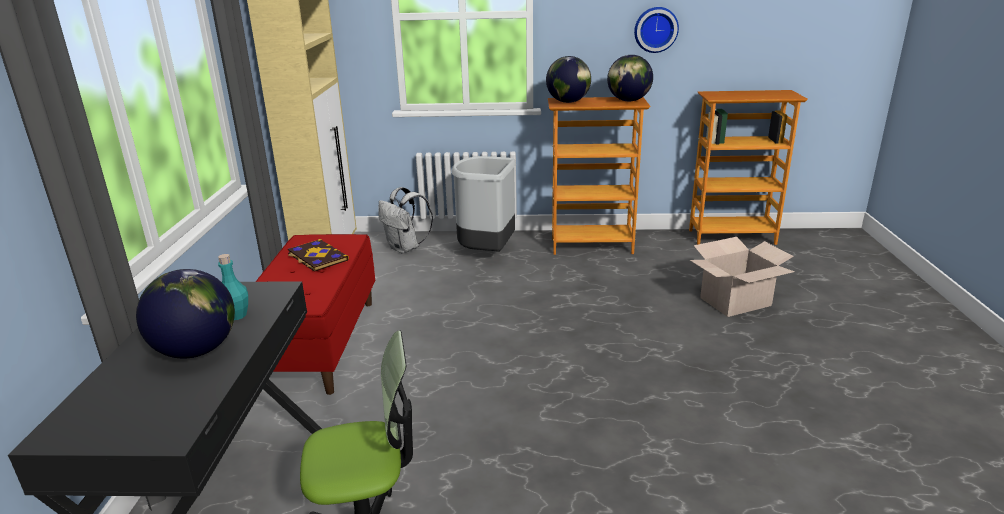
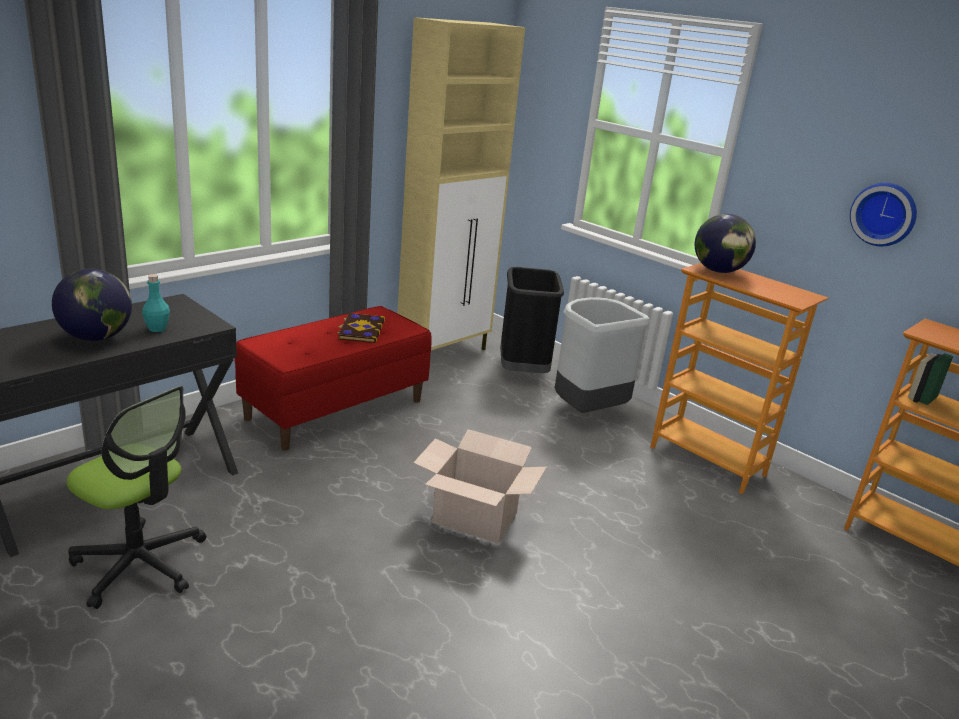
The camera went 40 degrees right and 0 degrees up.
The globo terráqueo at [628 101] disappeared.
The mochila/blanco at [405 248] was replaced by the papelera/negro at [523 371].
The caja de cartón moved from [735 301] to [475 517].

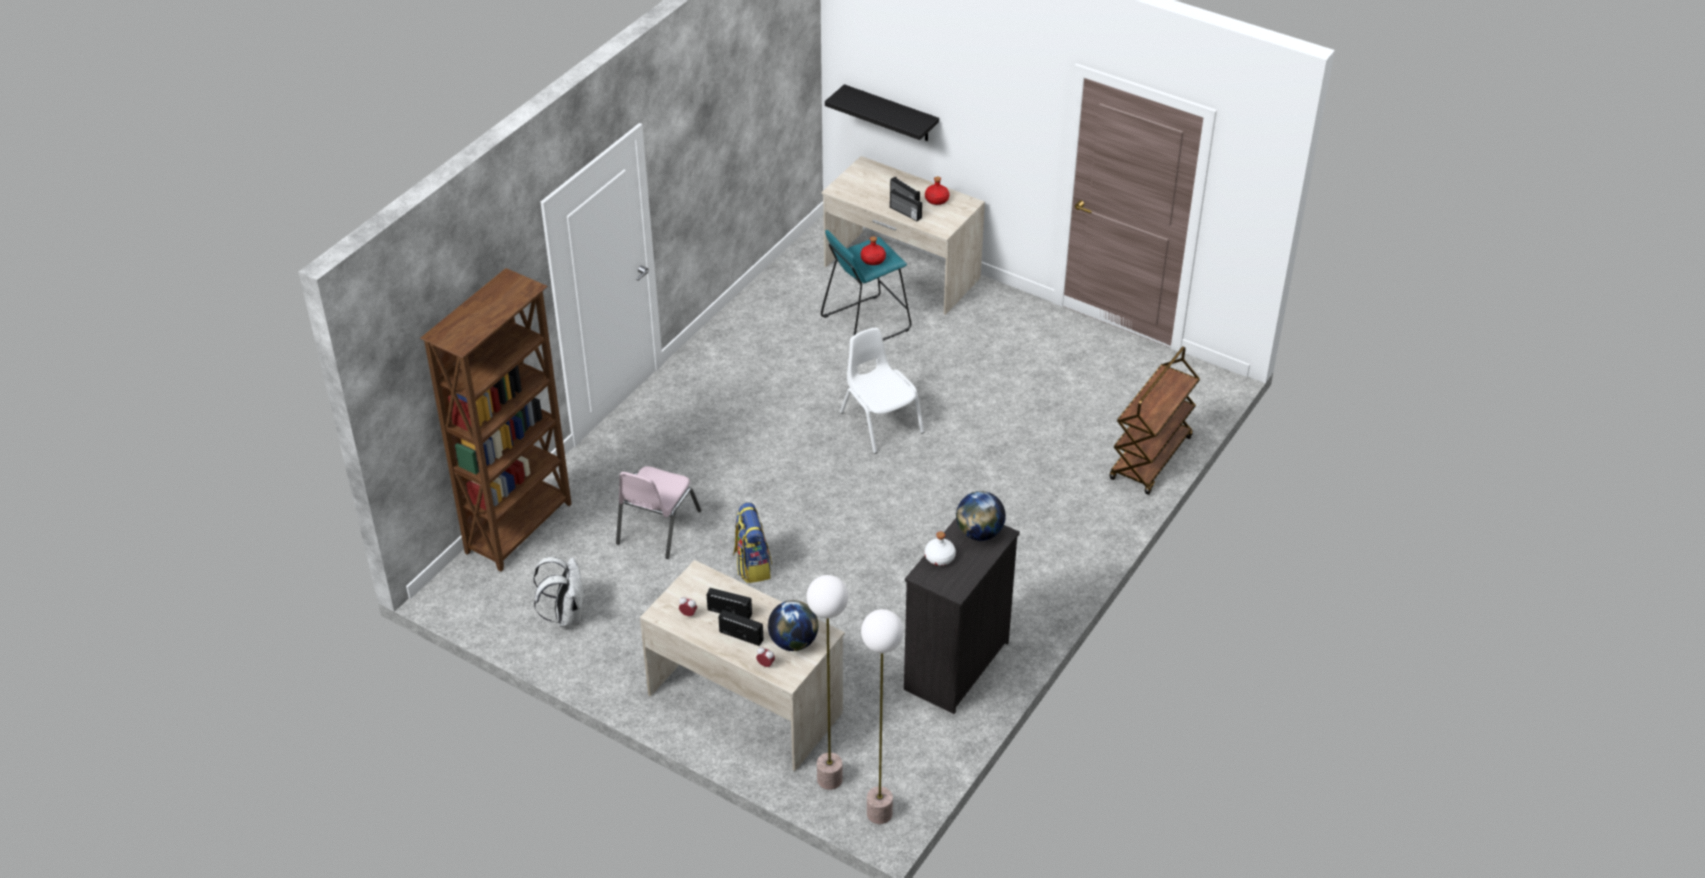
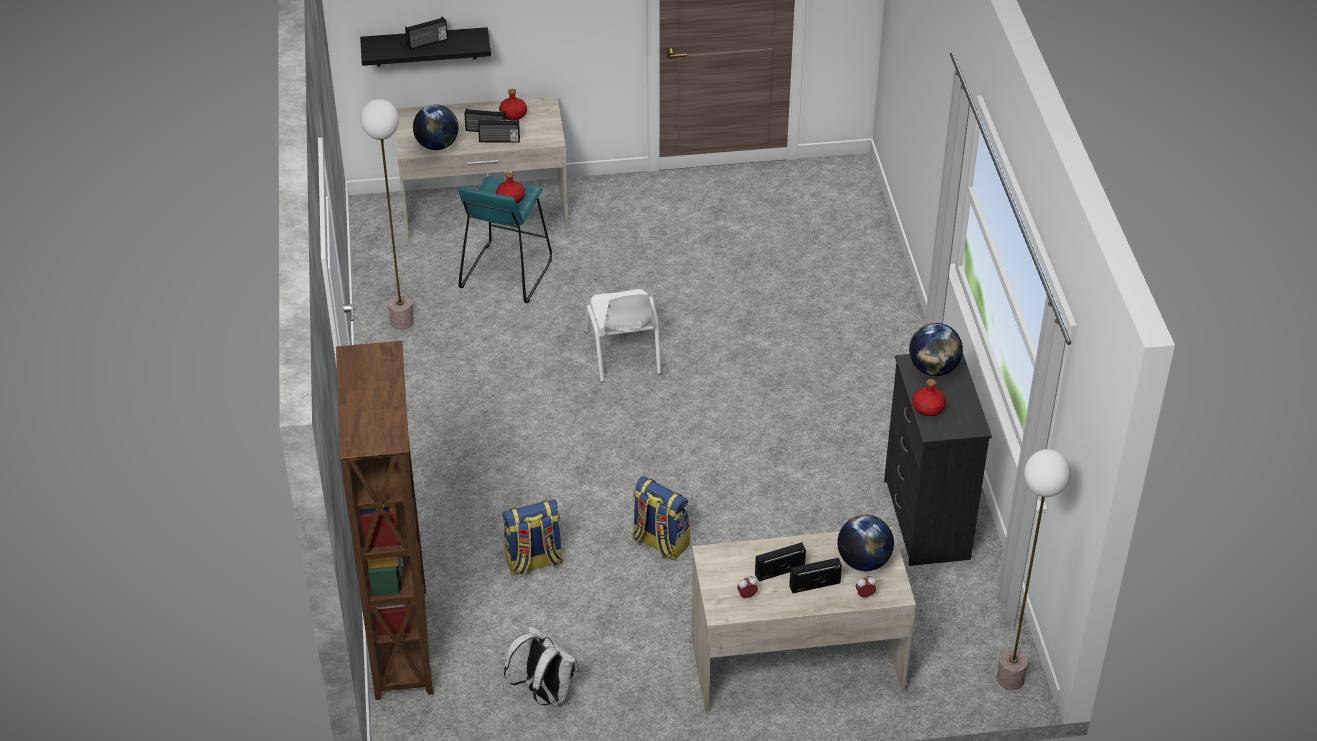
The camera went 40 degrees left and 0 degrees up.
The silla/blanco at [880 422] turned 120 degrees counterclockwise.
The carrito/marrón at [1151 459] disappeared.
The silla/rosa at [657 527] was replaced by the mochila at [533 562].
The botella/blanco at [939 557] became the botella/rojo at [928 408].
The lámpara de pie moved from [830 779] to [402 321].
The radio at [427 43] appeared.
The globo terráqueo at [437 145] appeared.

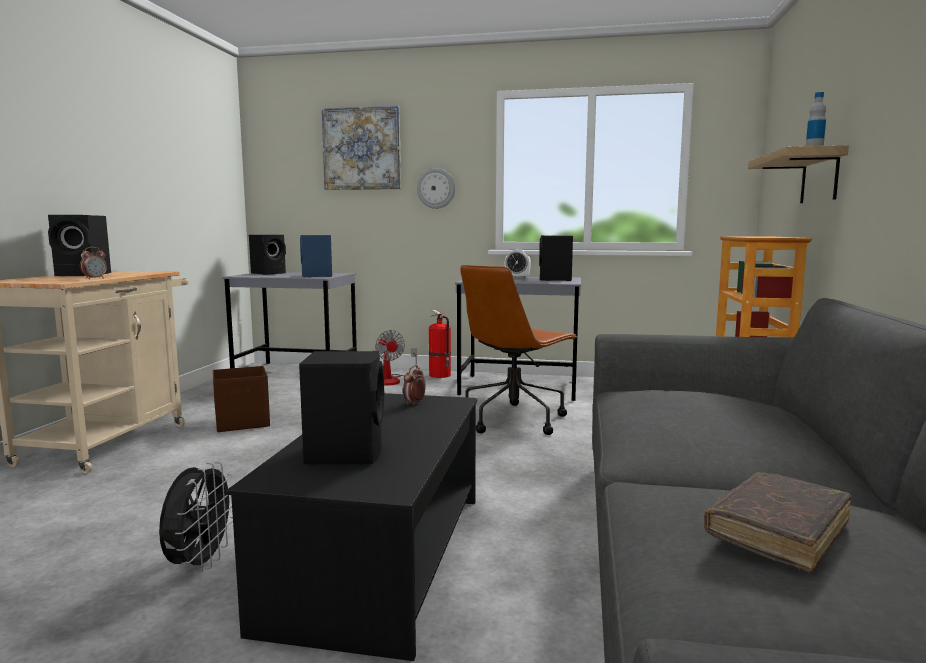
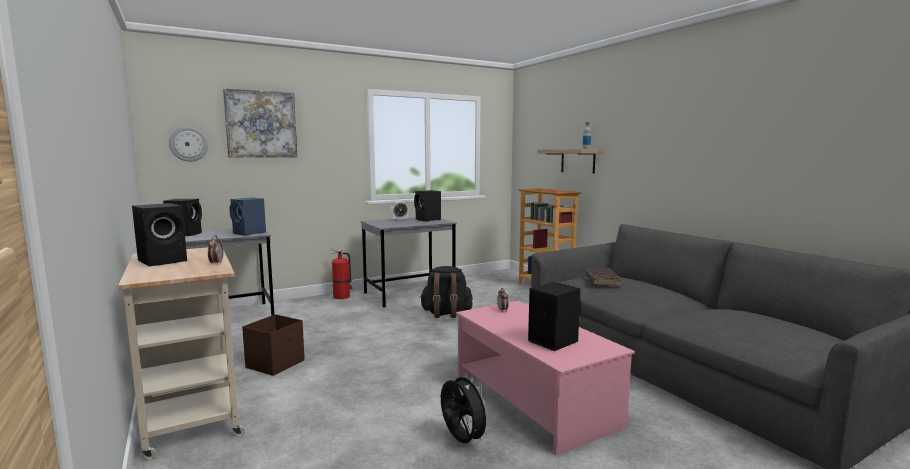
The camera went 40 degrees left and 0 degrees up.
The reloj de pared moved from [436 188] to [188 144].
The silla de oficina/marrón at [514 419] was replaced by the mochila/negro at [446 314].
The ventilador at [393 380] disappeared.
The mesa de centro/negro at [380 557] became the mesa de centro/rosa at [534 400].
The libro/marrón moved from [778 531] to [602 281].

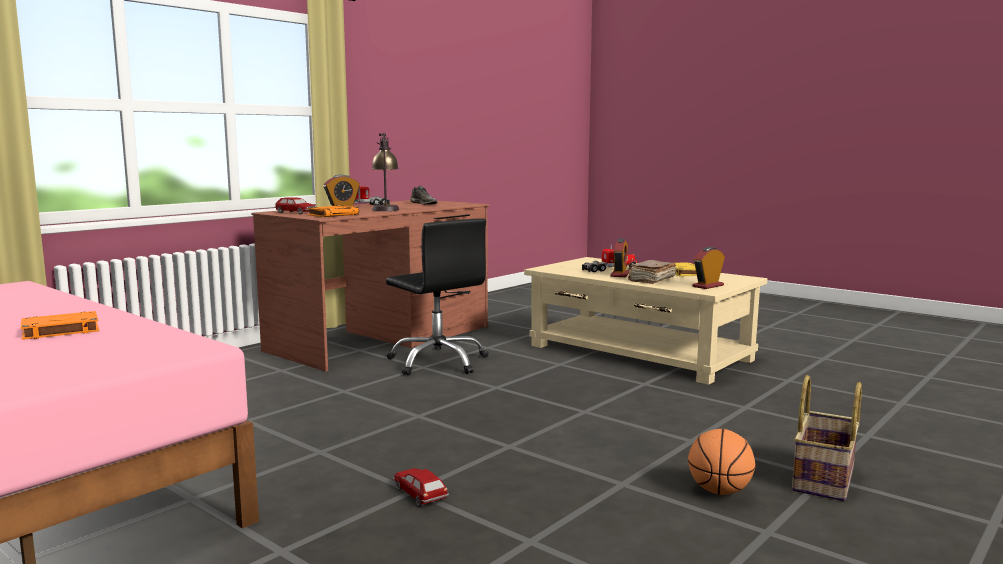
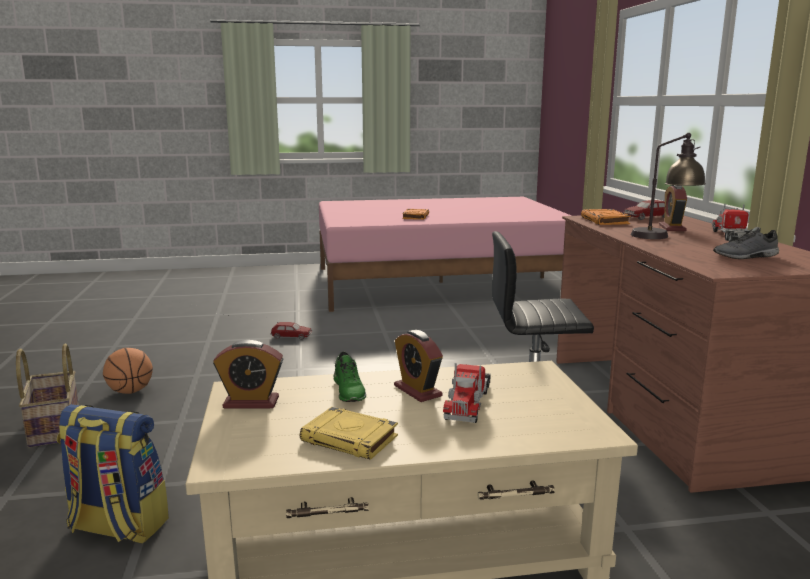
The camera went 130 degrees right and 5 degrees up.
The despertador at [708 286] turned 90 degrees clockwise.
The libro/marrón at [651 280] was replaced by the zapato/verde at [350 391].
The mochila at [117 527] appeared.

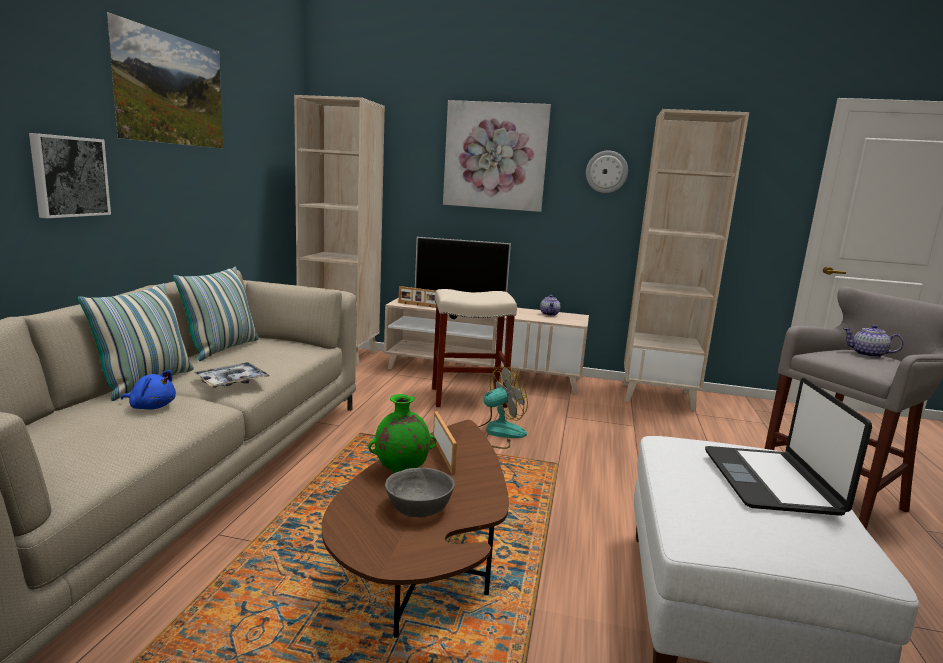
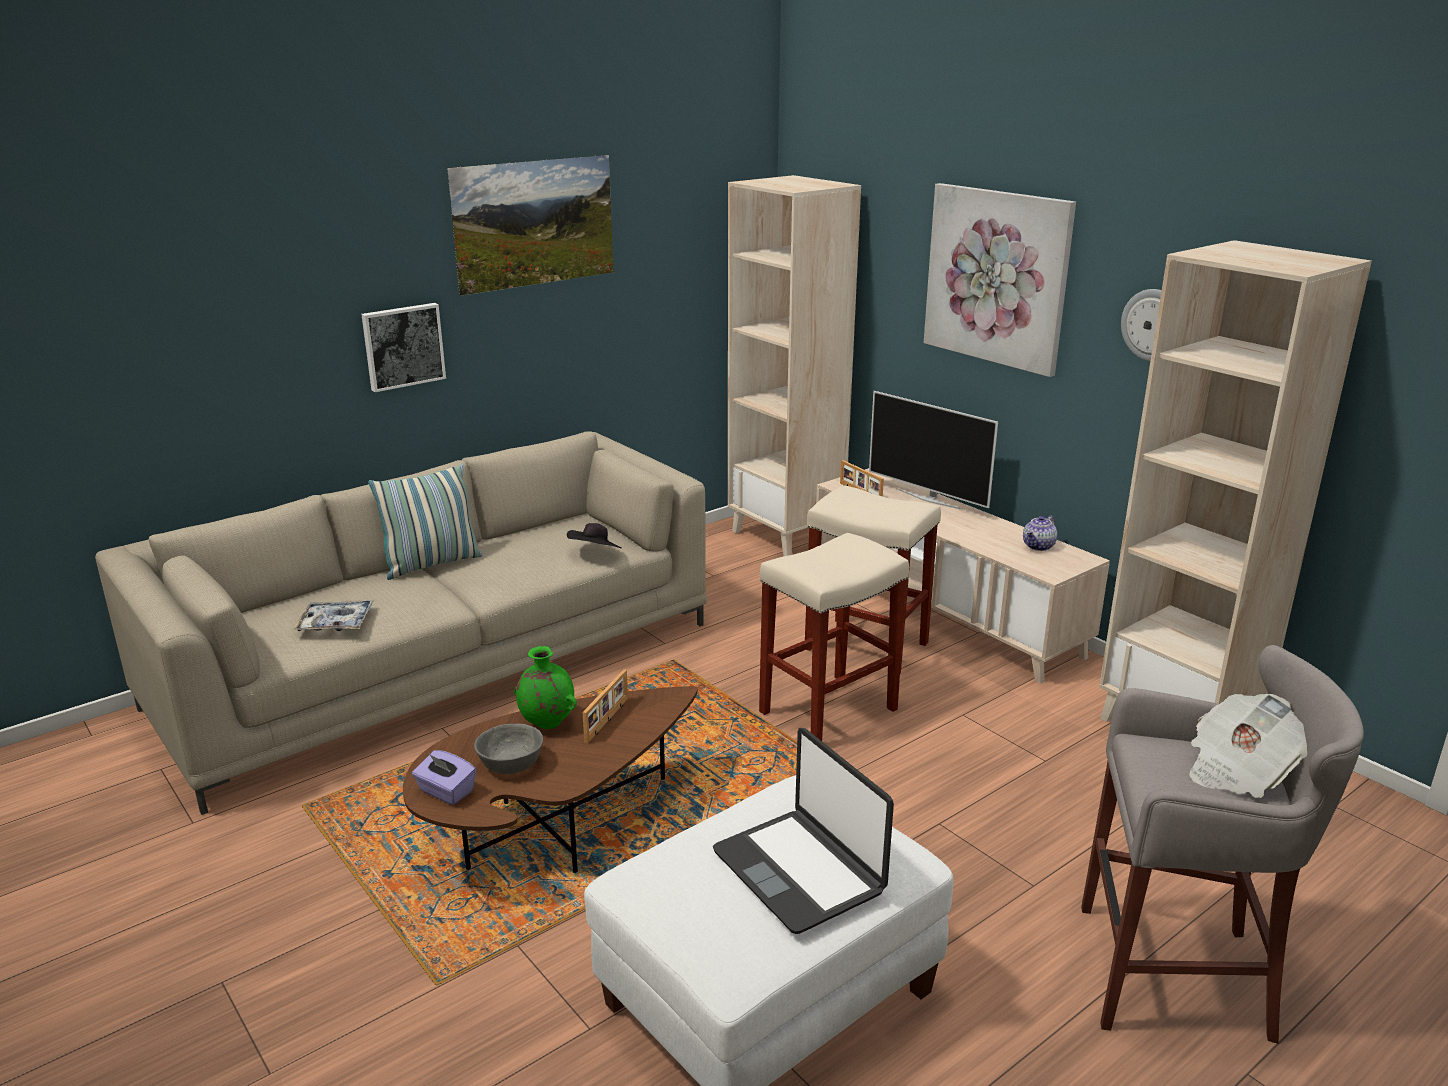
The camera went 40 degrees right and 10 degrees up.
The cojín at [222 349] disappeared.
The tetera at [867 354] was replaced by the periódico at [1238 770].
The bandeja moved from [232 381] to [335 623].
The ventilador at [497 433] was replaced by the taburete/beis at [829 709].
The peluche/azul at [151 407] disappeared.
The portátil at [771 481] turned 75 degrees counterclockwise.
The sombrero/negro at [595 553] appeared.
The caja de pañuelos/morado at [446 792] appeared.

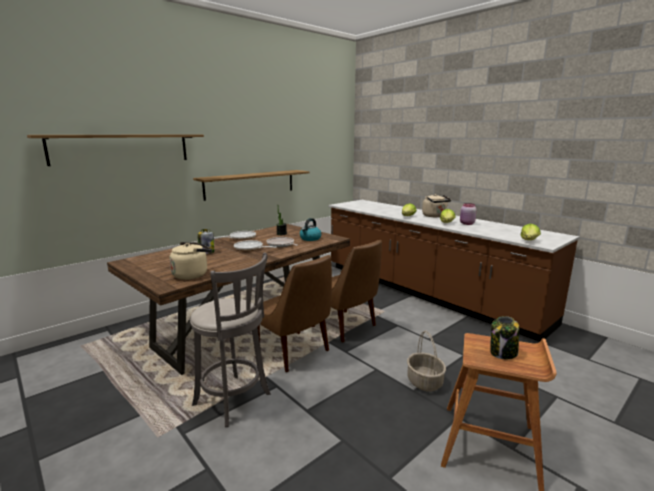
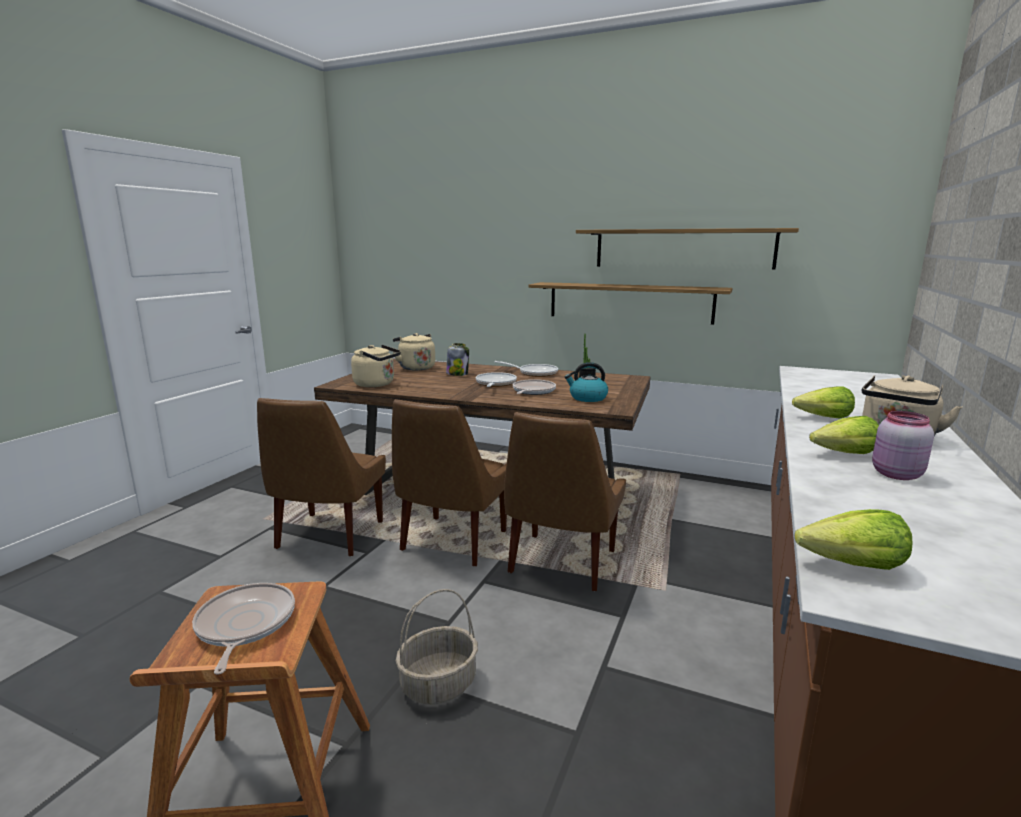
The camera went 65 degrees right and 0 degrees up.
The estante moved from [122 148] to [682 248].
The taburete/gris at [234 401] was replaced by the silla/marrón at [328 536].
The tarro at [503 353] was replaced by the sartén at [244 625].
The hervidor/beis at [415 367] appeared.

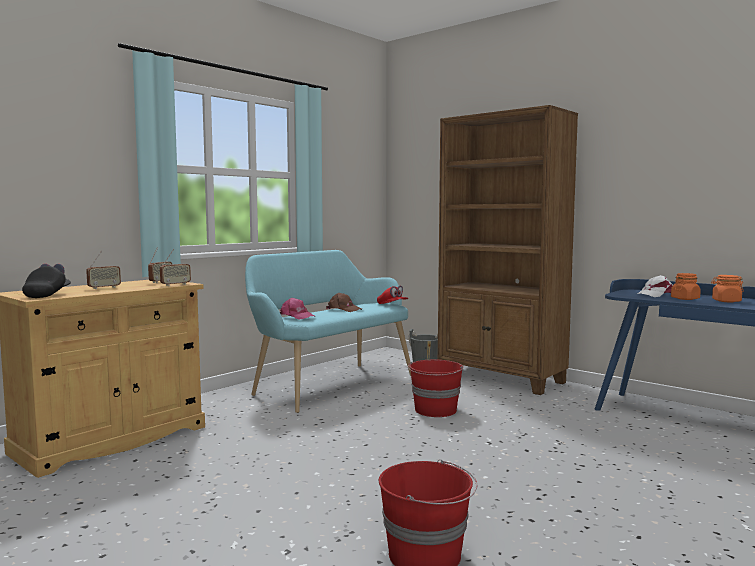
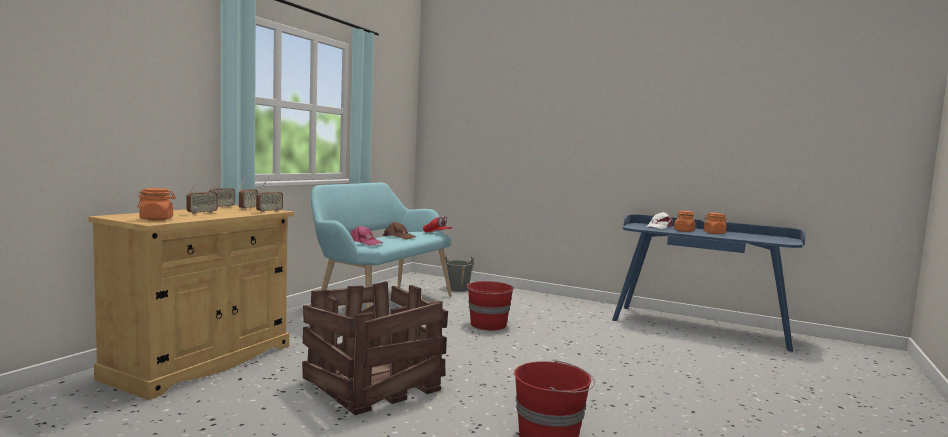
The camera went 15 degrees left and 0 degrees up.
The estantería/marrón at [501 378] disappeared.
The gorra/negro at [47 295] was replaced by the tarro/naranja at [157 219].
The radio at [221 207] appeared.
The caja de embalaje at [374 384] appeared.

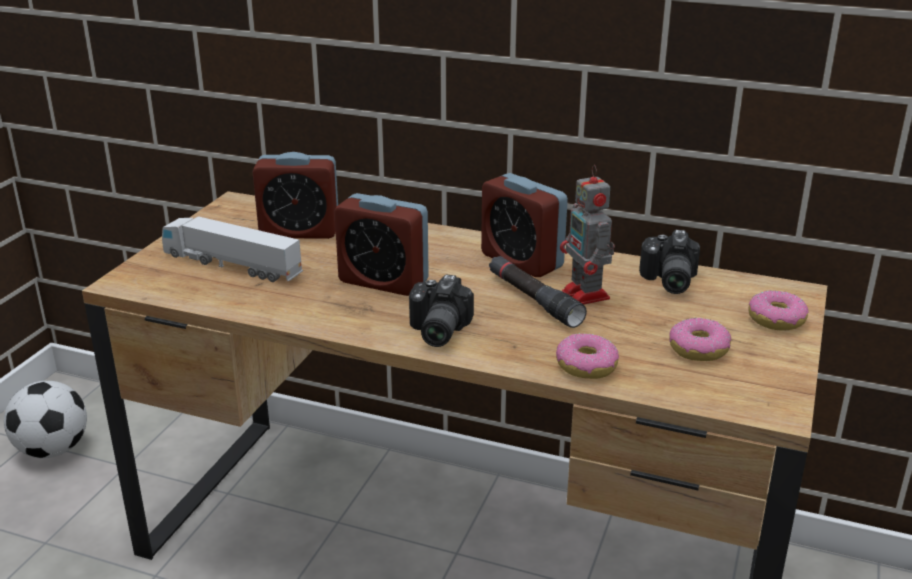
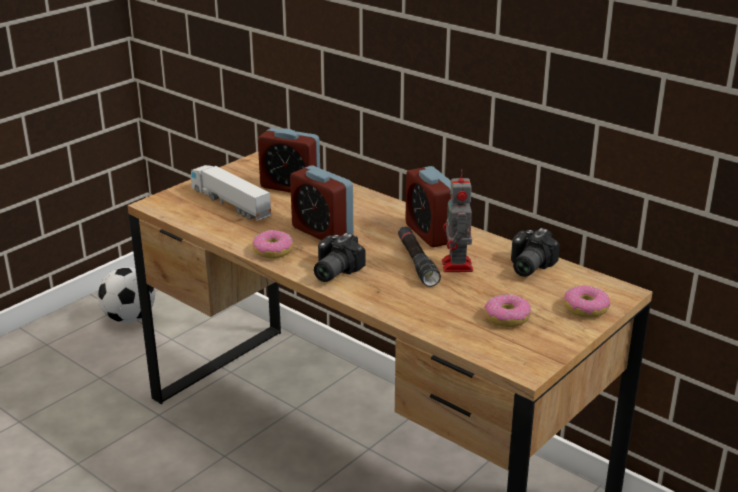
The camera went 20 degrees right and 0 degrees up.
The rosquilla moved from [586 366] to [272 251].

